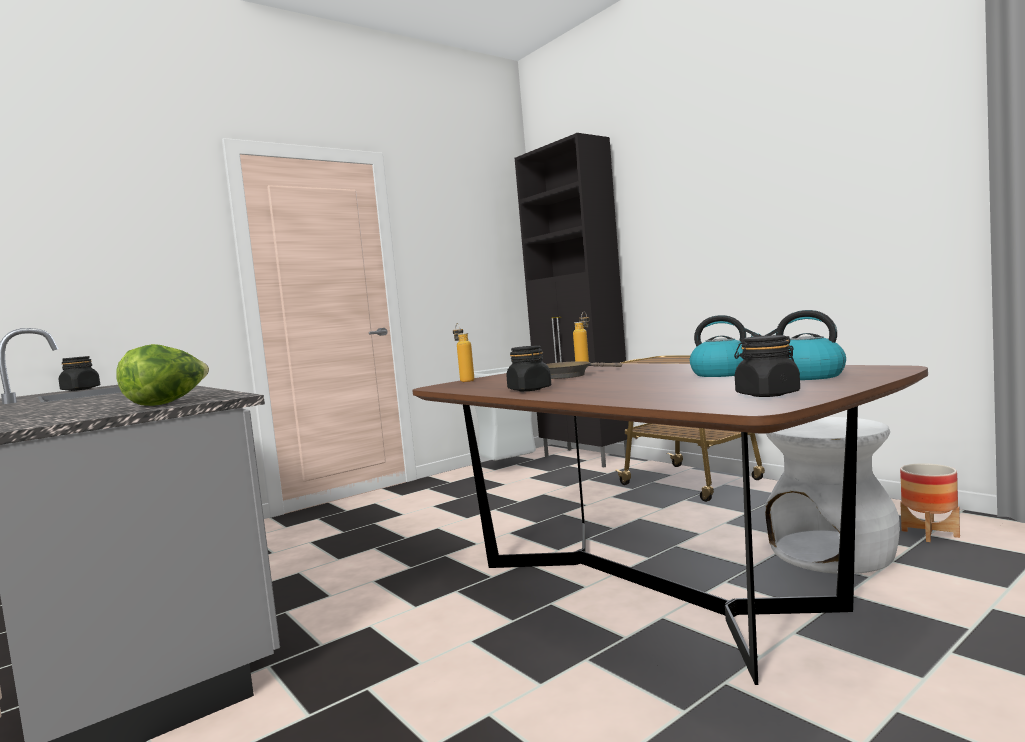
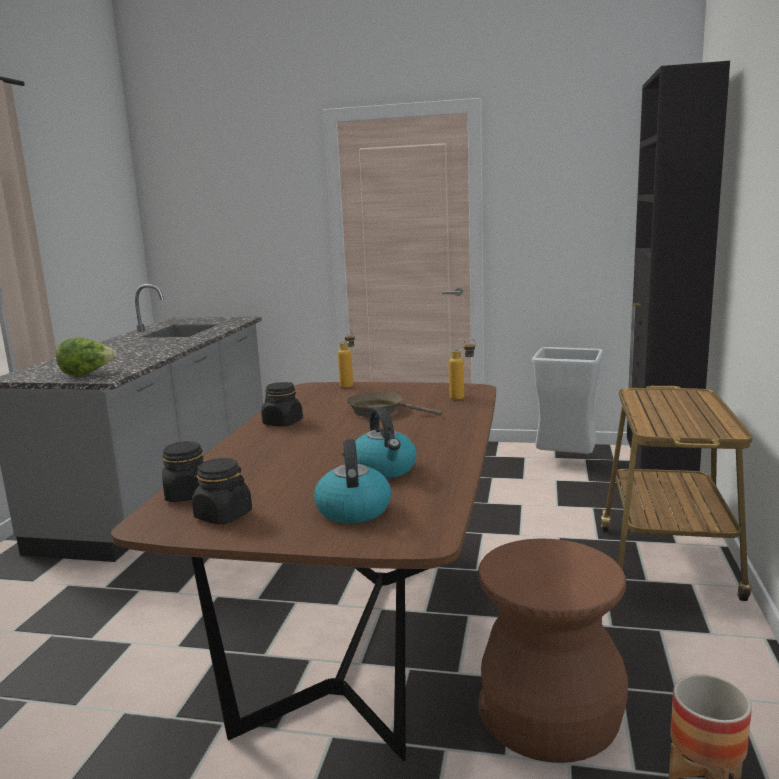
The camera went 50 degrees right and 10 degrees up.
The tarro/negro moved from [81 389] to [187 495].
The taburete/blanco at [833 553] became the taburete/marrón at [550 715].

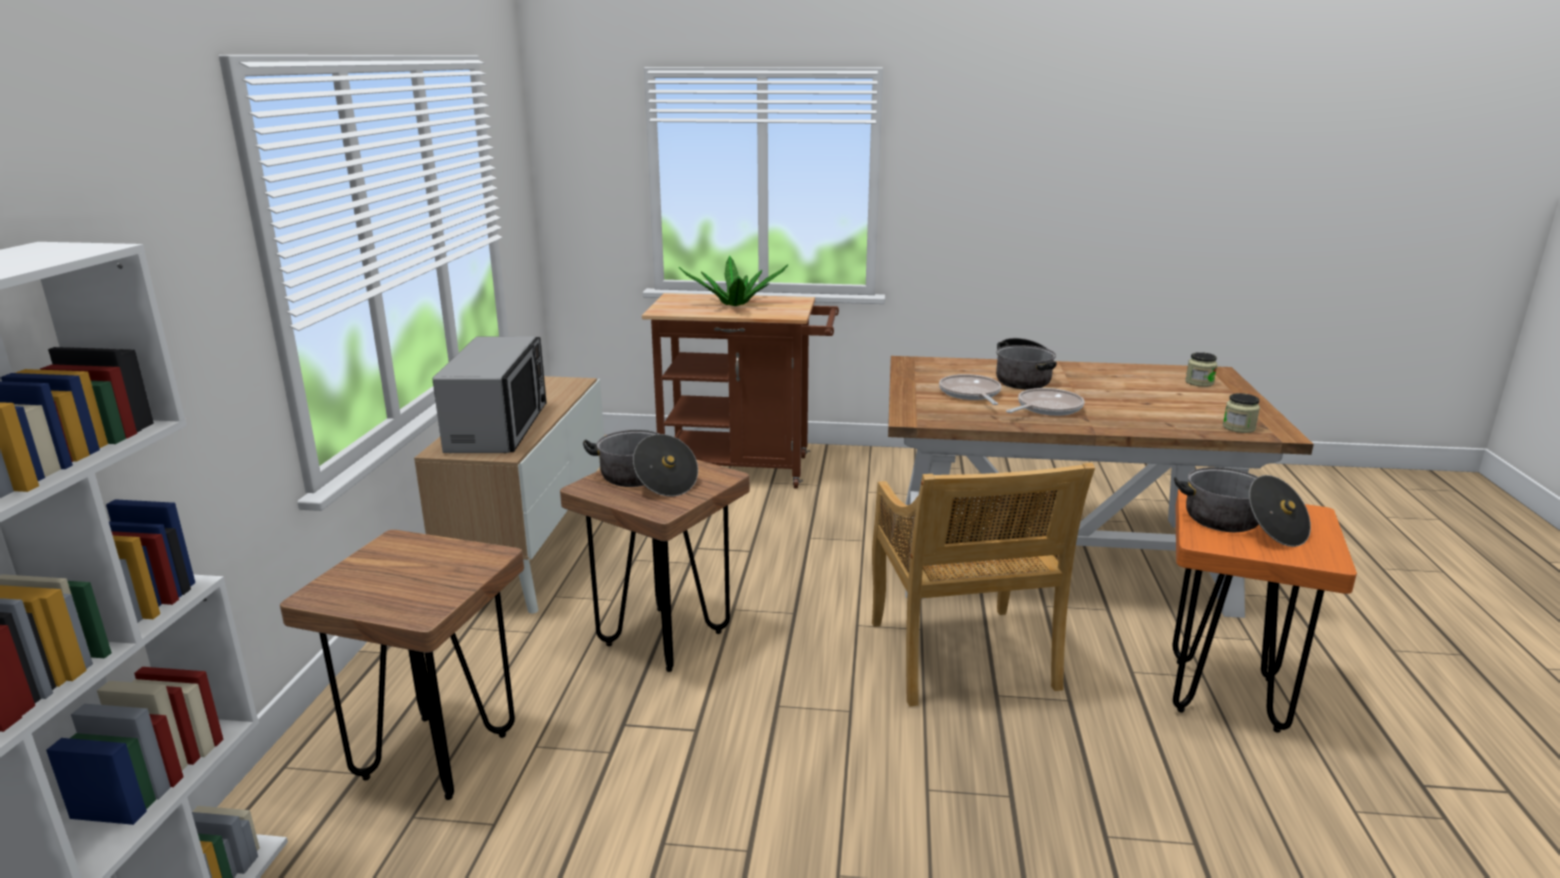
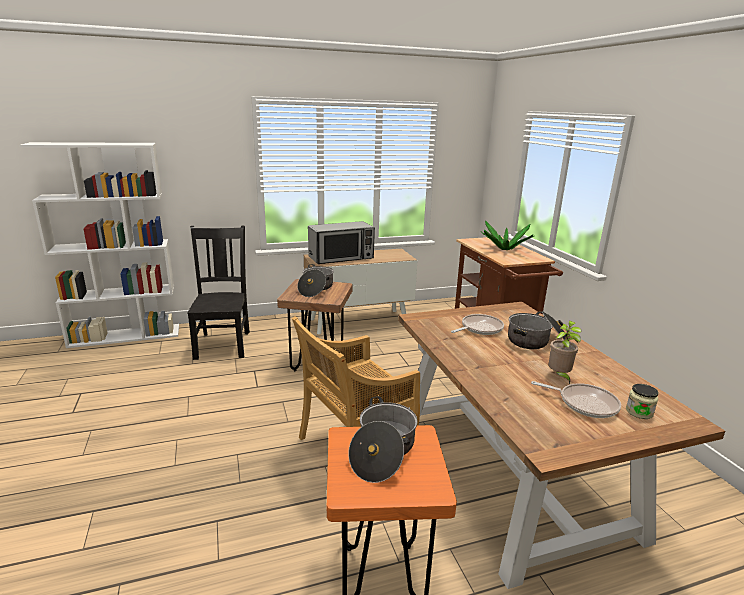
The camera went 65 degrees right and 0 degrees up.
The sartén moved from [1046 408] to [584 403].
The tarro at [1238 428] disappeared.
The taburete/marrón at [436 756] was replaced by the silla/negro at [223 344].
The planta en maceta at [559 376] appeared.

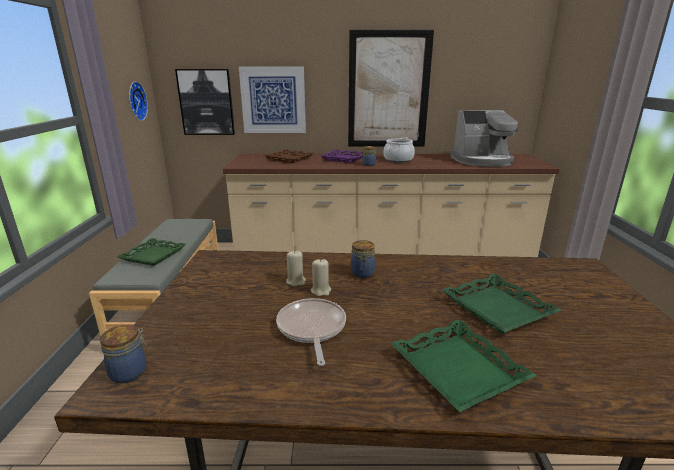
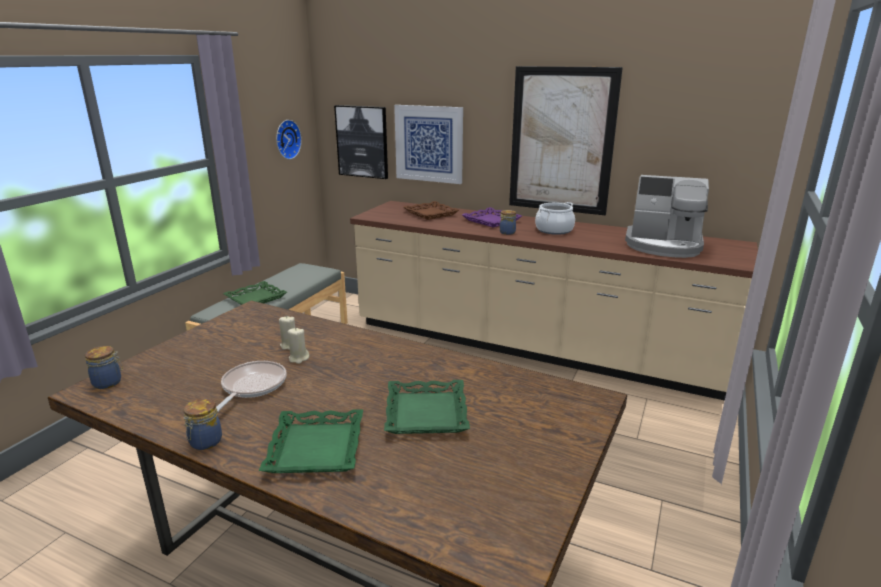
The camera went 25 degrees right and 0 degrees up.
The tarro moved from [362 274] to [204 442].

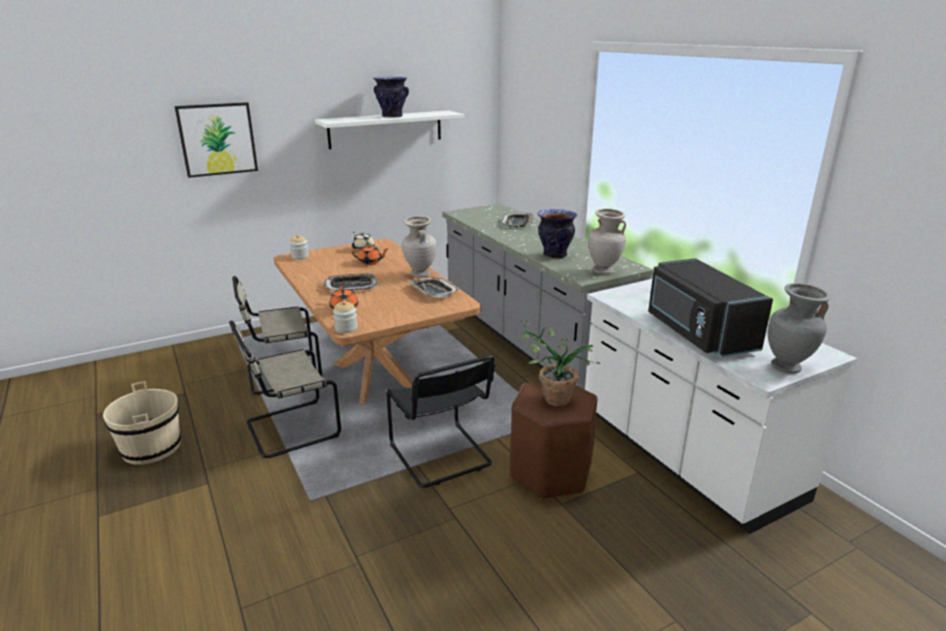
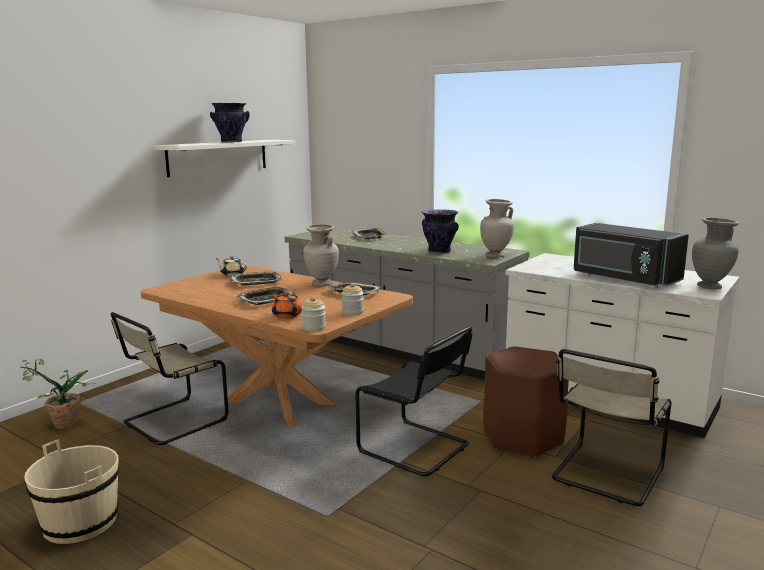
The camera went 25 degrees left and 10 degrees down.
The cuadro at [217 139] disappeared.
The tarro moved from [300 257] to [352 312].
The tetera/naranja at [370 262] was replaced by the bandeja at [256 282].
The silla/beis moved from [289 430] to [606 475].
The planta en maceta moved from [549 398] to [59 424].

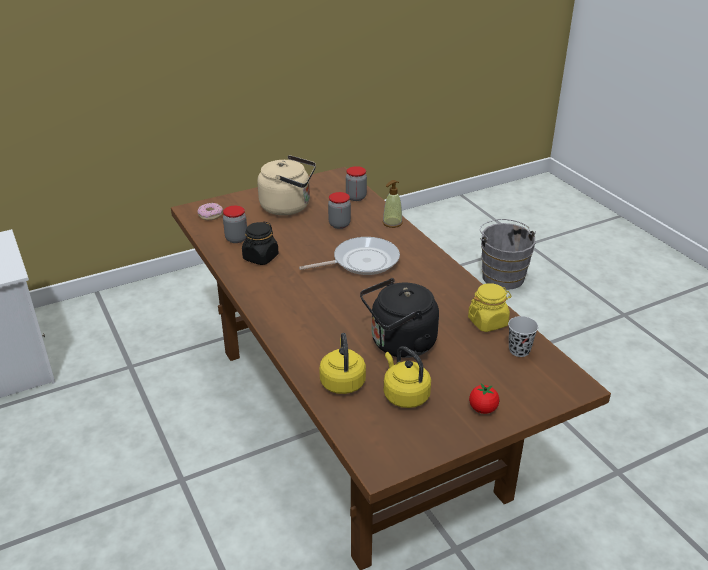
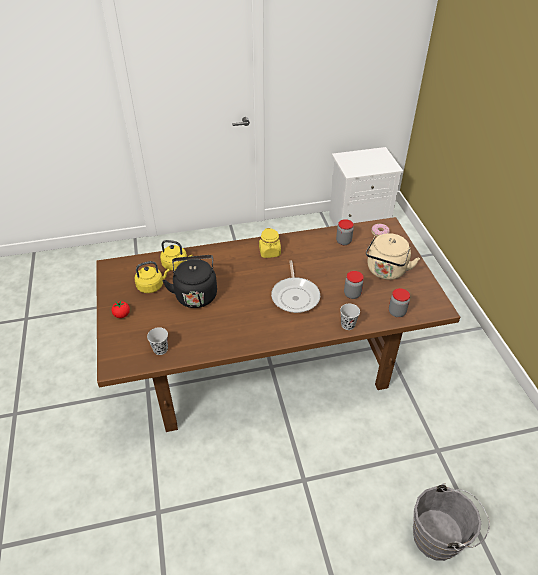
The camera went 105 degrees right and 10 degrees up.
The dispensador de jabón at [392 223] was replaced by the taza/negro at [348 325].
The tarro/negro at [260 257] disappeared.
The tarro/amarillo moved from [488 322] to [270 252].

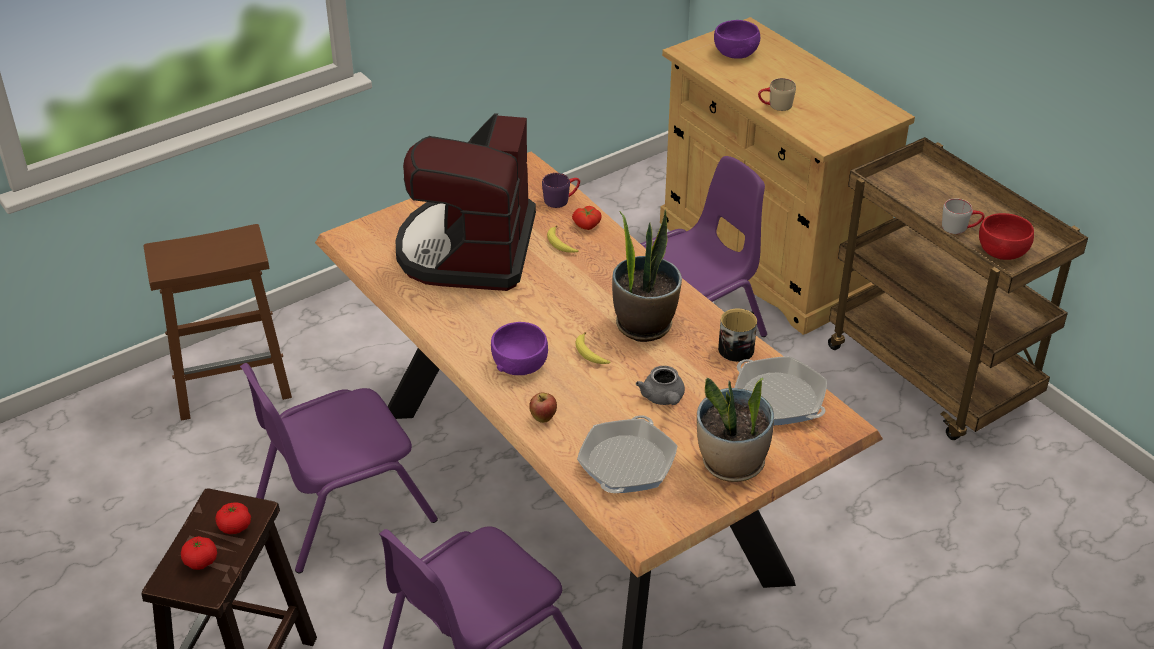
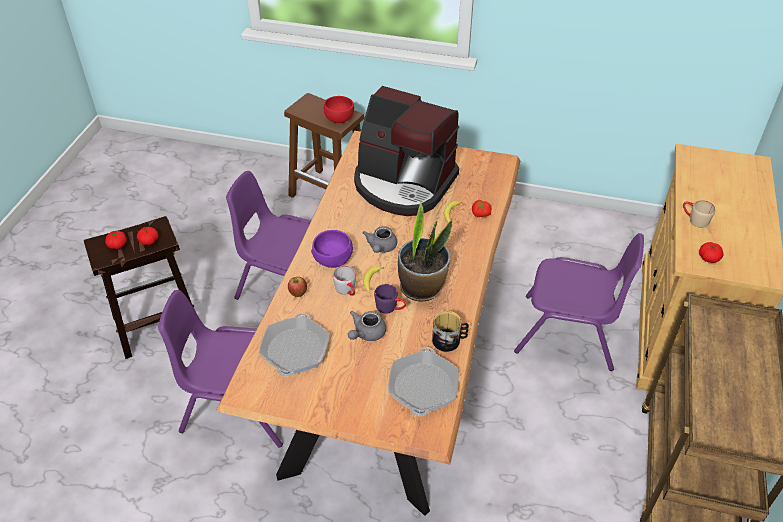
The camera went 50 degrees right and 5 degrees up.
The cuenco/morado at [736 52] disappeared.
The cafetera at [468 249] turned 120 degrees counterclockwise.
The taza grande/morado moved from [561 199] to [391 307].
The taza grande/gris moved from [960 227] to [347 291].
The cuenco/rojo moved from [1003 250] to [339 118].
The planta en maceta at [732 464] disappeared.
The sartén at [627 463] turned 120 degrees clockwise.
The tetera/gris at [381 248] appeared.
The tomate at [708 258] appeared.

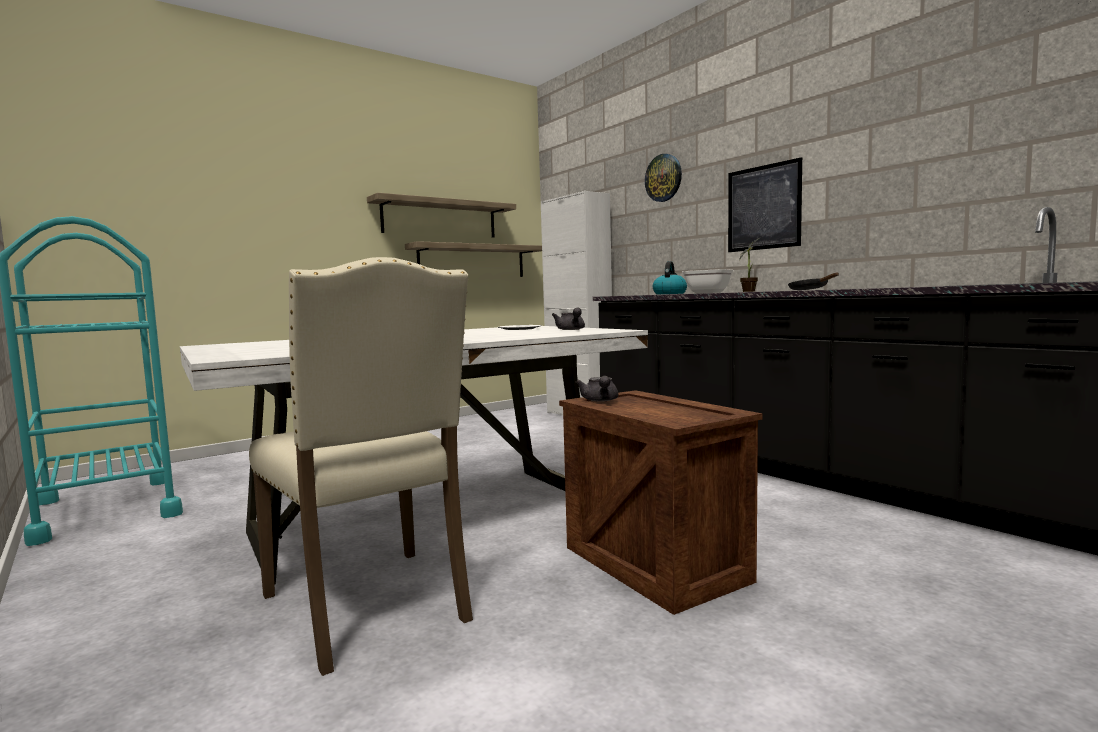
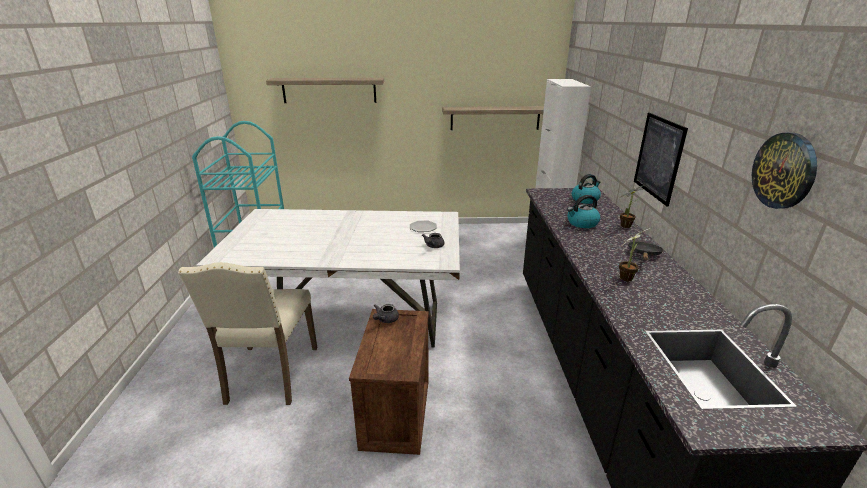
The camera went 35 degrees right and 20 degrees up.
The reloj de pared moved from [663 178] to [784 171].
The estante moved from [440 218] to [329 90].
The sartén at [710 292] was replaced by the hervidor at [582 223].
The planta en maceta at [627 277] appeared.

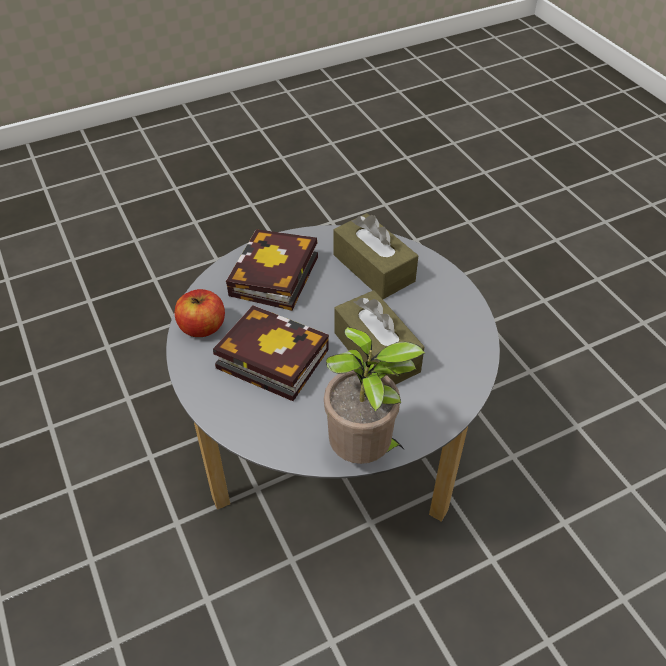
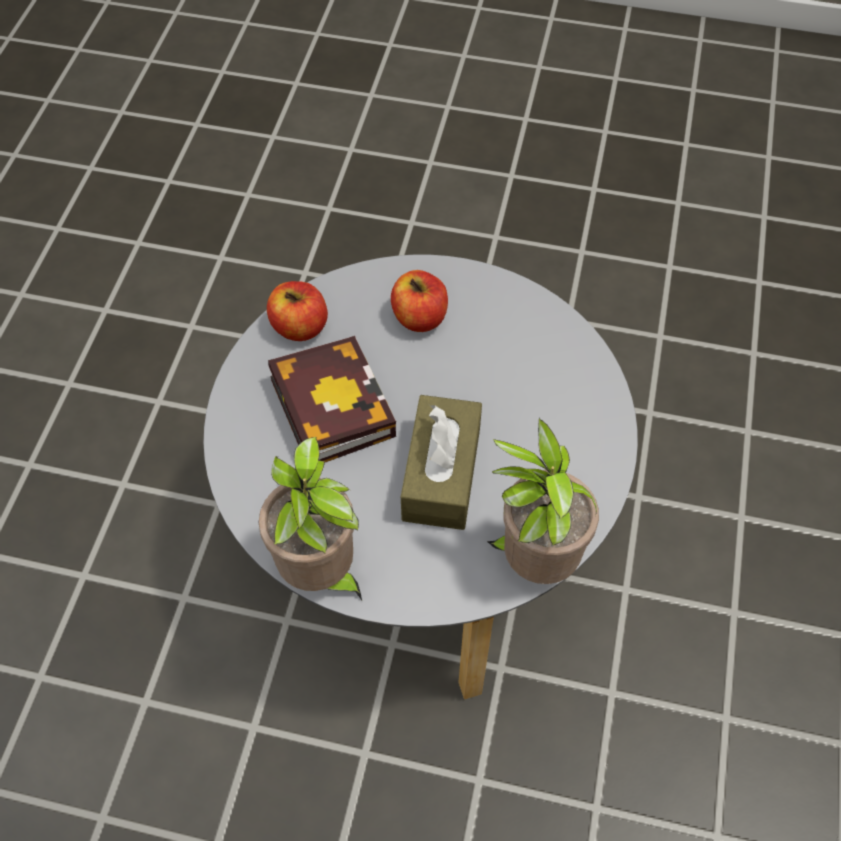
The camera went 40 degrees right and 10 degrees up.
The caja de pañuelos/marrón at [373 268] disappeared.
The libro at [274 279] was replaced by the manzana at [419 317].
The planta en maceta at [534 559] appeared.

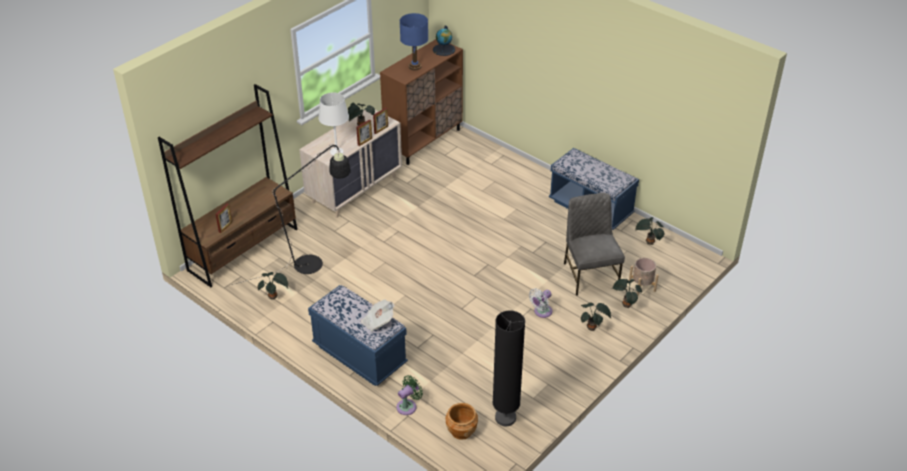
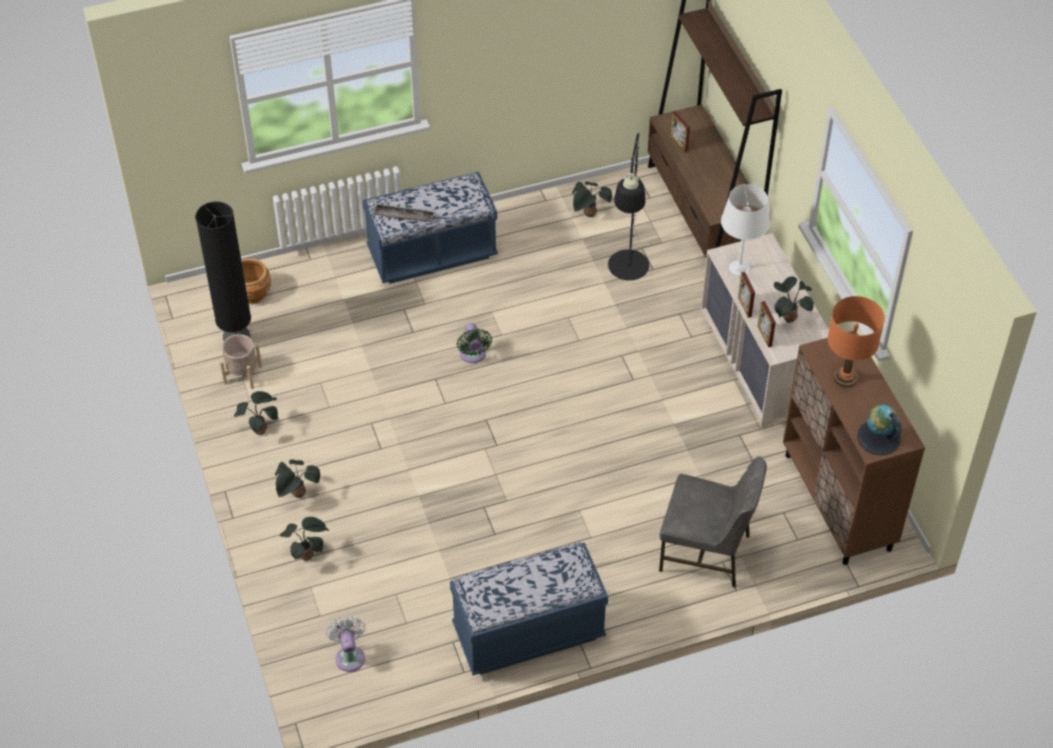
The camera went 120 degrees right and 10 degrees up.
The lámpara de mesa/azul at [414 66] became the lámpara de mesa/naranja at [845 378].
The silla/gris moved from [589 275] to [706 552].
The planta en maceta moved from [648 242] to [261 429].
The maceta/beis moved from [642 286] to [242 375].
The ventilador/blanco moved from [541 312] to [349 655].
The periódico at [378 321] was replaced by the bandeja at [403 215].
The ventilador/verde moved from [408 406] to [473 355].

